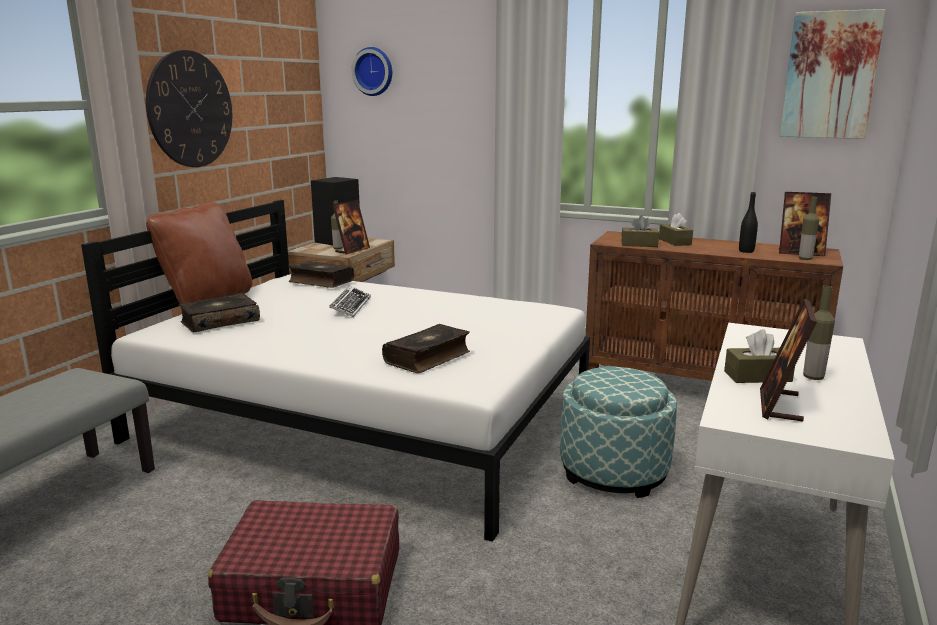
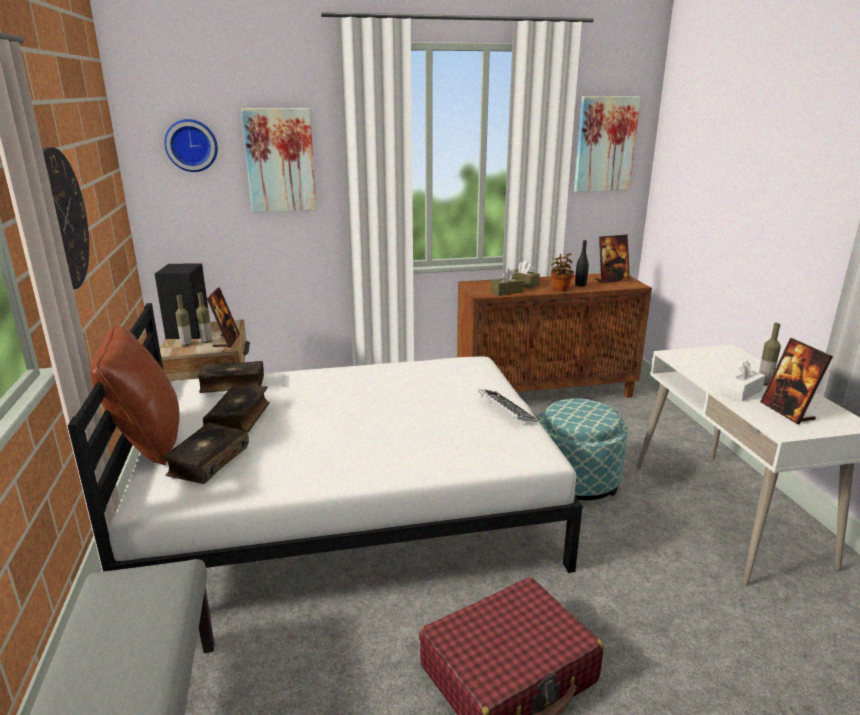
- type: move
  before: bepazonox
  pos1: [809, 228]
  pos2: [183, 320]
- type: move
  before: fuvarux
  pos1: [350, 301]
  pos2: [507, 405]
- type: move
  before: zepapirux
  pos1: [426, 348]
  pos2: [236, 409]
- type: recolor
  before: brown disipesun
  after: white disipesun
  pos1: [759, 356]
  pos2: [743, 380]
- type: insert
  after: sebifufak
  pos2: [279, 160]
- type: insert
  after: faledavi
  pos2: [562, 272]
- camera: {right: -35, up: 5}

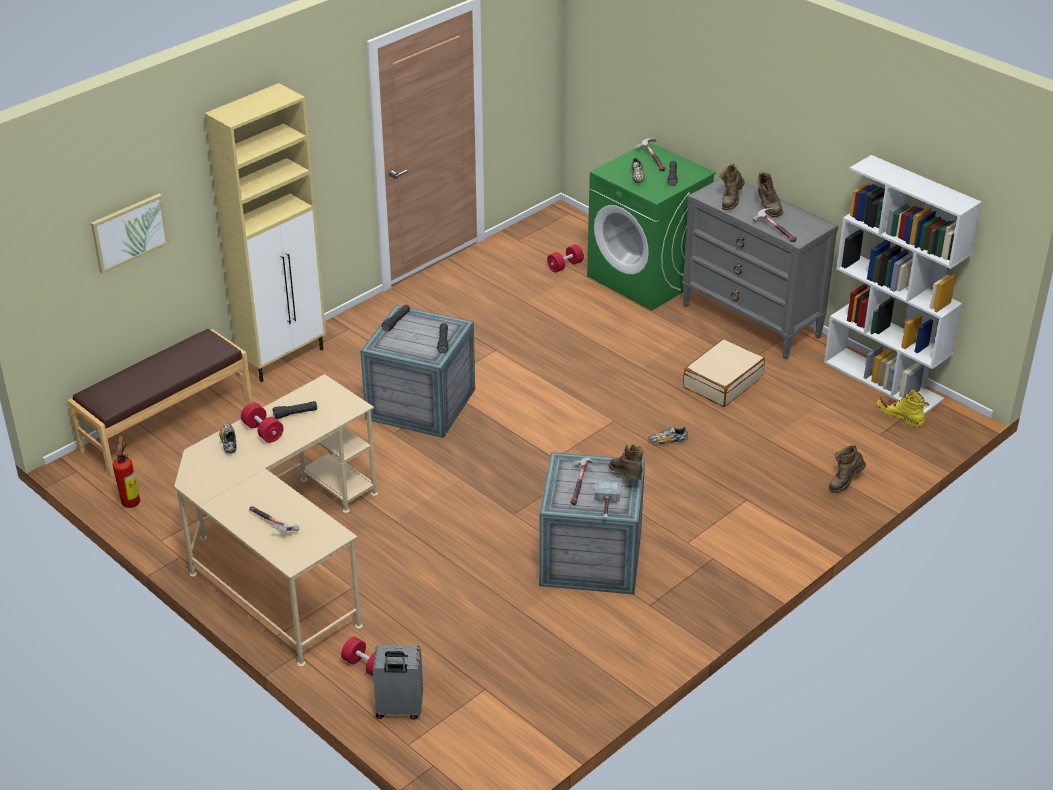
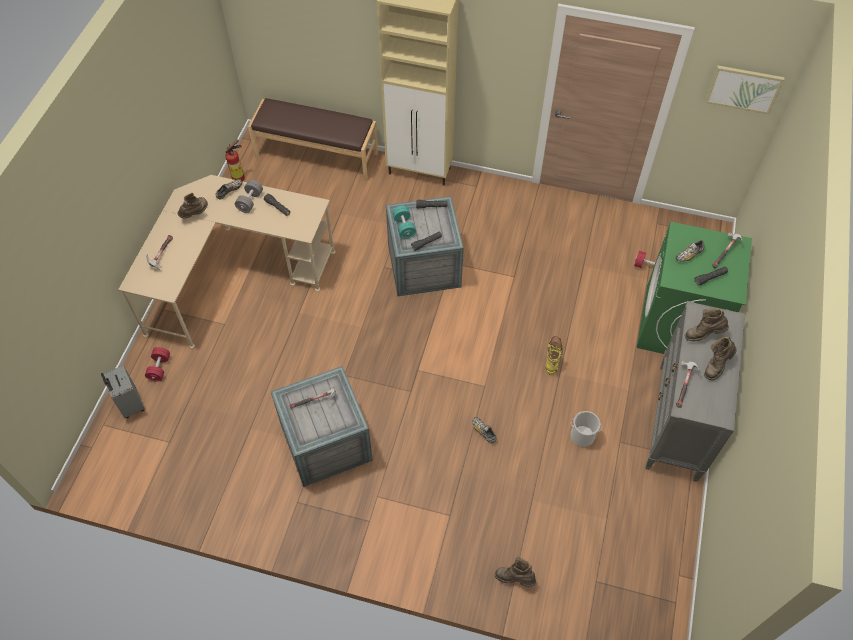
- type: delete
  before: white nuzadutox
  pos1: [903, 284]
- type: move
  before: sebifufak
  pos1: [130, 233]
  pos2: [744, 90]
- type: replace
  before: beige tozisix
  after: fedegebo
  pos1: [724, 373]
  pos2: [586, 429]
- type: move
  before: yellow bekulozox
  pos1: [903, 408]
  pos2: [554, 355]
- type: recolor
  before: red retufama
  after: grey retufama
  pos1: [262, 423]
  pos2: [249, 196]
- type: move
  before: brown bekulozox
  pos1: [626, 462]
  pos2: [192, 206]
- type: delete
  before: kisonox
  pos1: [608, 500]
- type: insert
  after: turquoise retufama
  pos2: [404, 222]
- camera: {right: 60, up: 20}

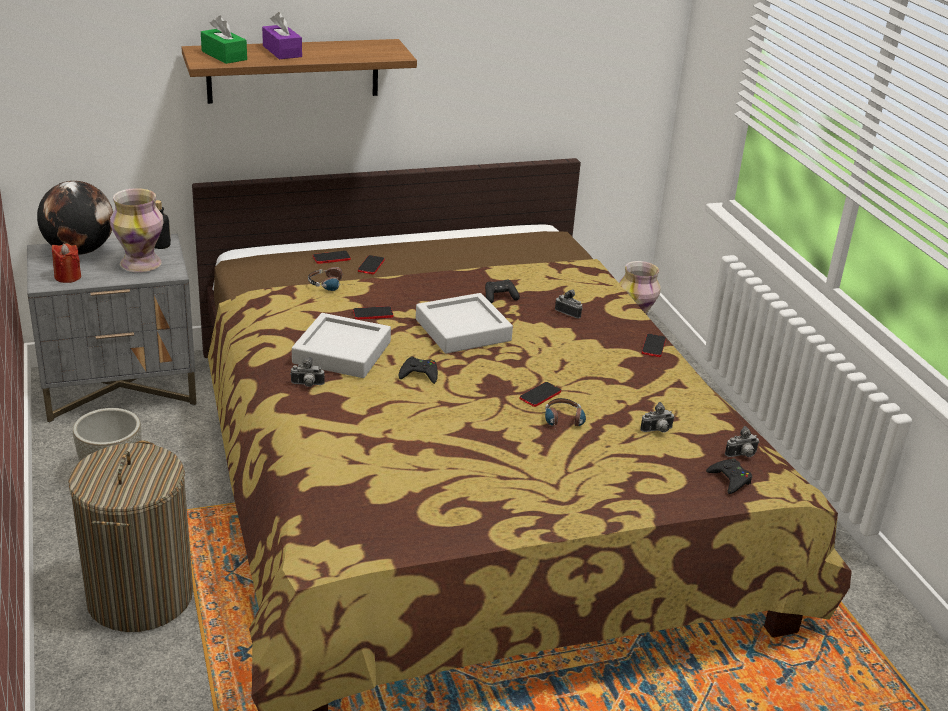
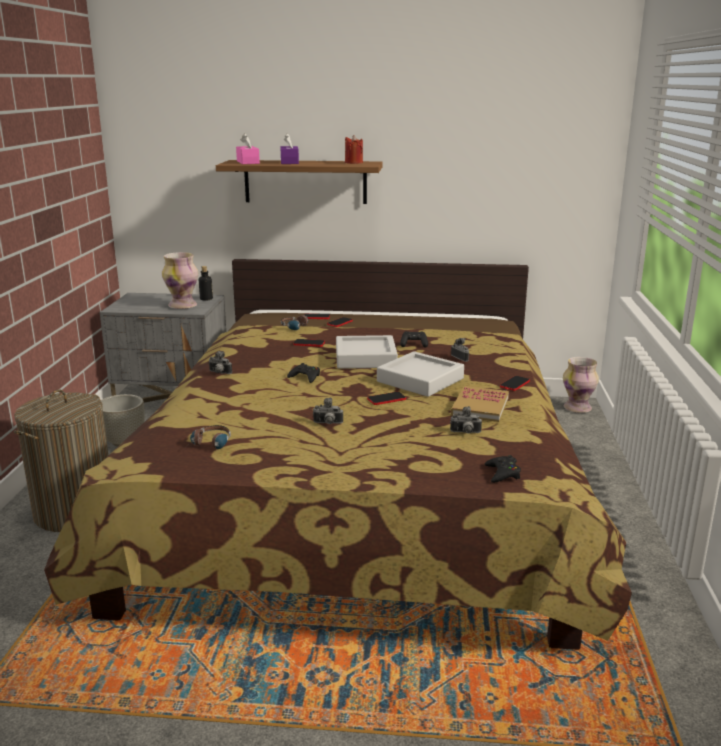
- type: recolor
  before: green disipesun
  after: pink disipesun
  pos1: [224, 40]
  pos2: [248, 148]
- type: delete
  before: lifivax
  pos1: [75, 218]
- type: move
  before: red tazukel
  pos1: [66, 263]
  pos2: [354, 149]
- type: move
  before: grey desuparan
  pos1: [341, 345]
  pos2: [420, 374]
- type: move
  before: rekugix
  pos1: [565, 415]
  pos2: [209, 437]
- type: move
  before: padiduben
  pos1: [742, 441]
  pos2: [328, 411]
- type: insert
  after: zepapirux
  pos2: [480, 404]
- camera: {right: 25, up: -10}

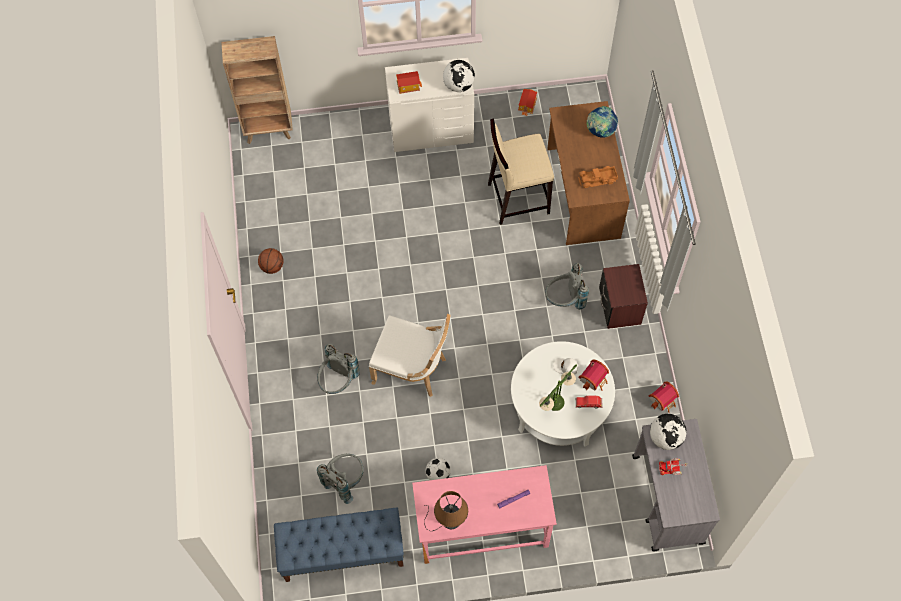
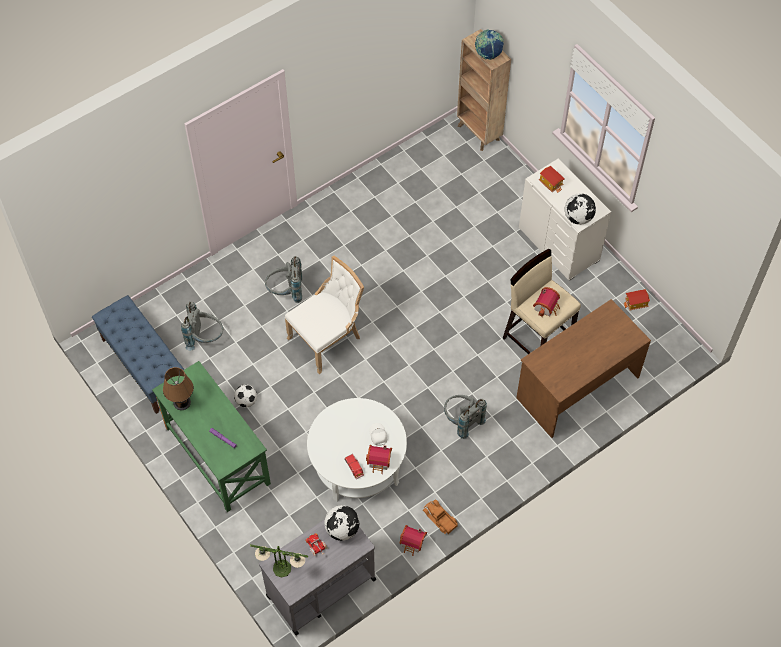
- type: move
  before: lifivax
  pos1: [602, 122]
  pos2: [489, 44]
- type: move
  before: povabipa
  pos1: [598, 177]
  pos2: [440, 516]
- type: delete
  before: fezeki
  pos1: [271, 261]
- type: delete
  before: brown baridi
  pos1: [623, 296]
- type: rotate
  before: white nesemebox
  pos1: [410, 355]
  pos2: [324, 315]
  turn: -120
- type: move
  before: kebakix
  pos1: [558, 387]
  pos2: [279, 561]
- type: recolor
  before: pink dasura
  after: green dasura
  pos1: [484, 514]
  pos2: [211, 436]
- type: insert
  after: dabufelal
  pos2: [546, 302]
- camera: {right: 60, up: -5}

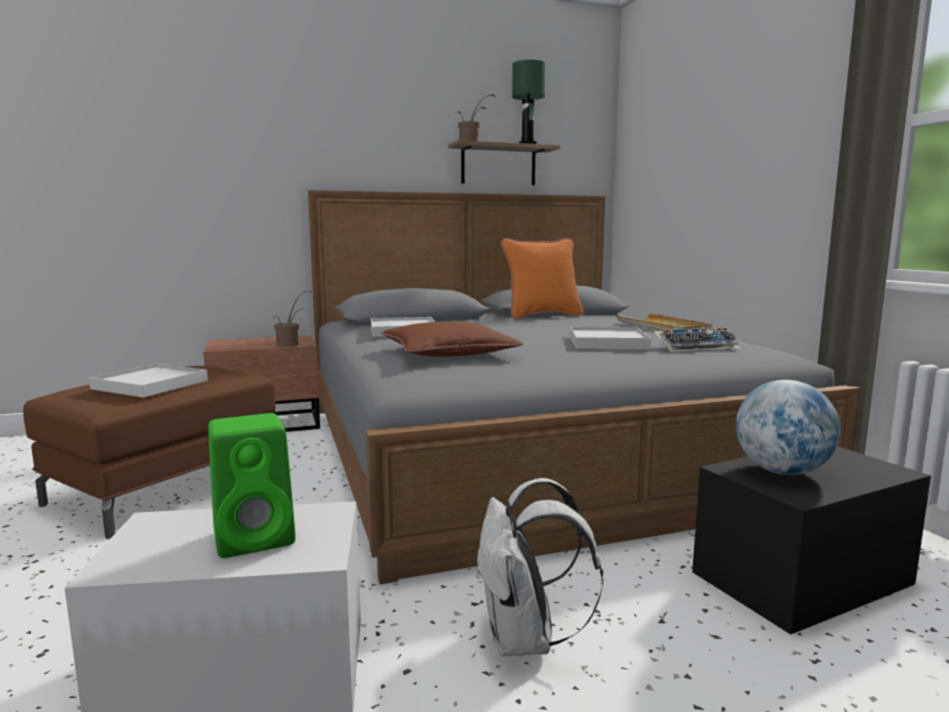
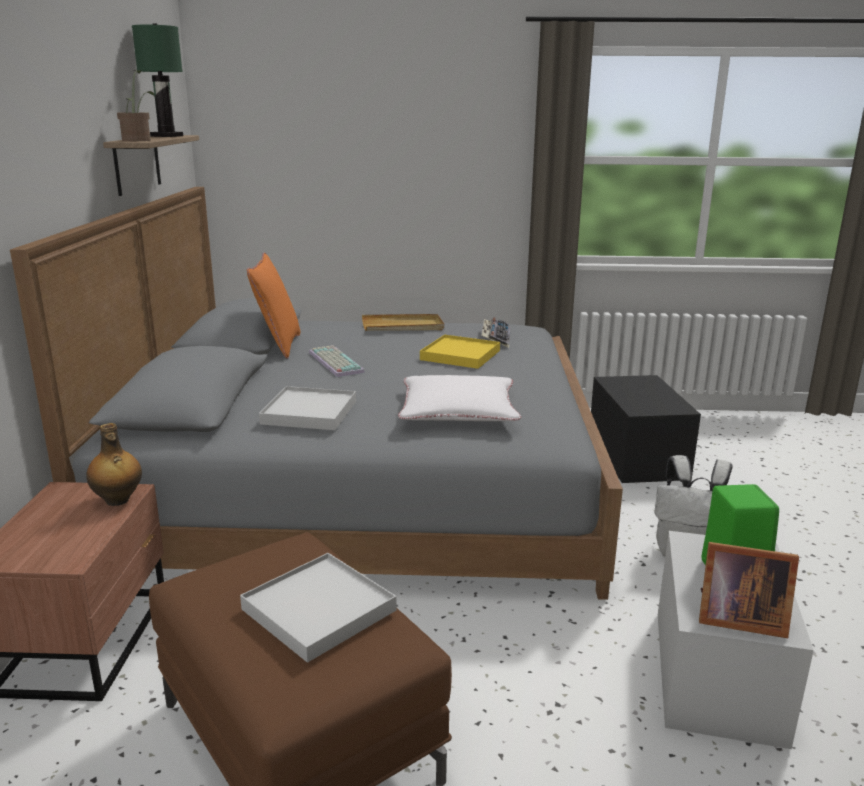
- type: replace
  before: faledavi
  after: bepazonox
  pos1: [292, 319]
  pos2: [114, 464]
- type: recolor
  before: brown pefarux
  after: white pefarux
  pos1: [452, 339]
  pos2: [459, 398]
- type: recolor
  before: white desuparan
  after: yellow desuparan
  pos1: [610, 338]
  pos2: [460, 351]
- type: delete
  before: lifivax
  pos1: [788, 427]
- type: insert
  after: fuvarux
  pos2: [337, 361]
- type: insert
  after: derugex
  pos2: [749, 590]
- camera: {right: -70, up: 10}

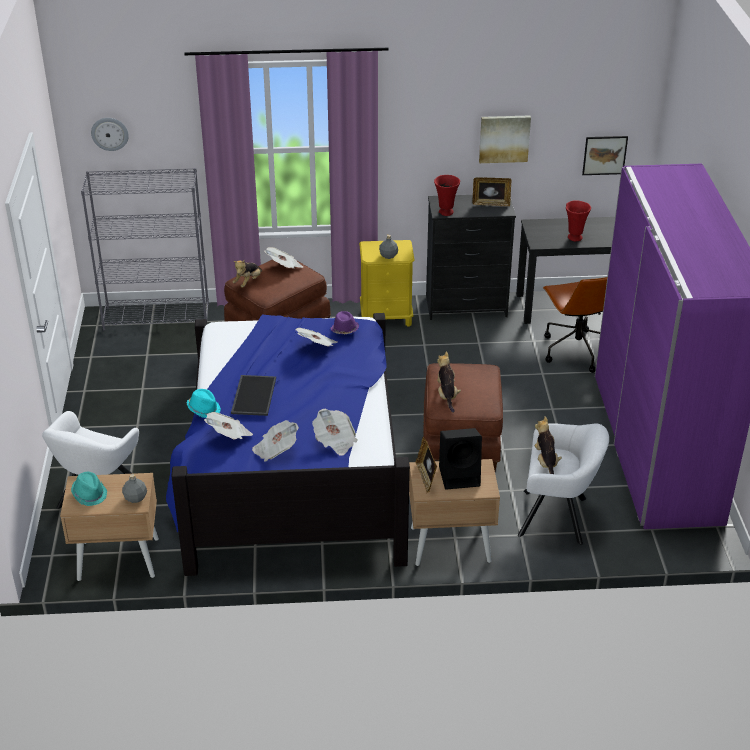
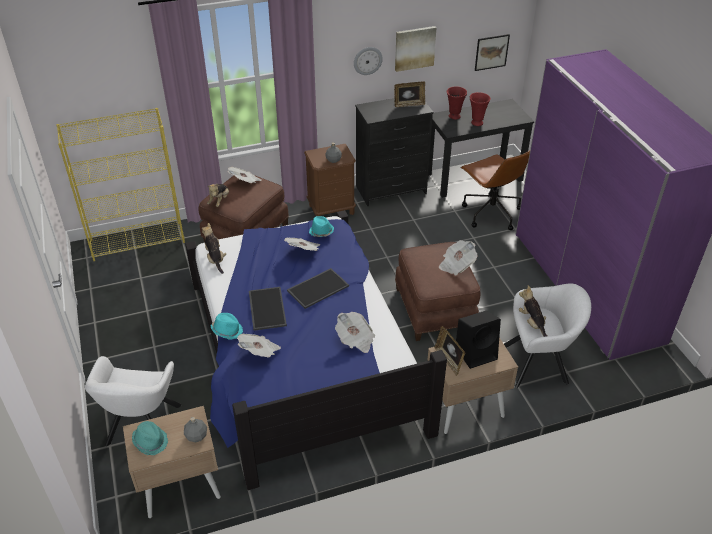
- type: move
  before: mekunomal
  pos1: [110, 134]
  pos2: [368, 61]
- type: recolor
  before: grey nuzadutox
  after: yellow nuzadutox
  pos1: [145, 249]
  pos2: [121, 184]
- type: move
  before: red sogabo
  pos1: [447, 195]
  pos2: [457, 103]
- type: recolor
  before: yellow baridi
  after: brown baridi
  pos1: [387, 283]
  pos2: [330, 180]
- type: recolor
  before: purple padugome
  after: turquoise padugome
  pos1: [344, 322]
  pos2: [321, 226]
- type: move
  before: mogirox
  pos1: [449, 382]
  pos2: [214, 248]
- type: move
  before: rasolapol
  pos1: [275, 441]
  pos2: [458, 257]
- type: insert
  after: desuparan
  pos2: [318, 288]
- camera: {right: -15, up: 5}

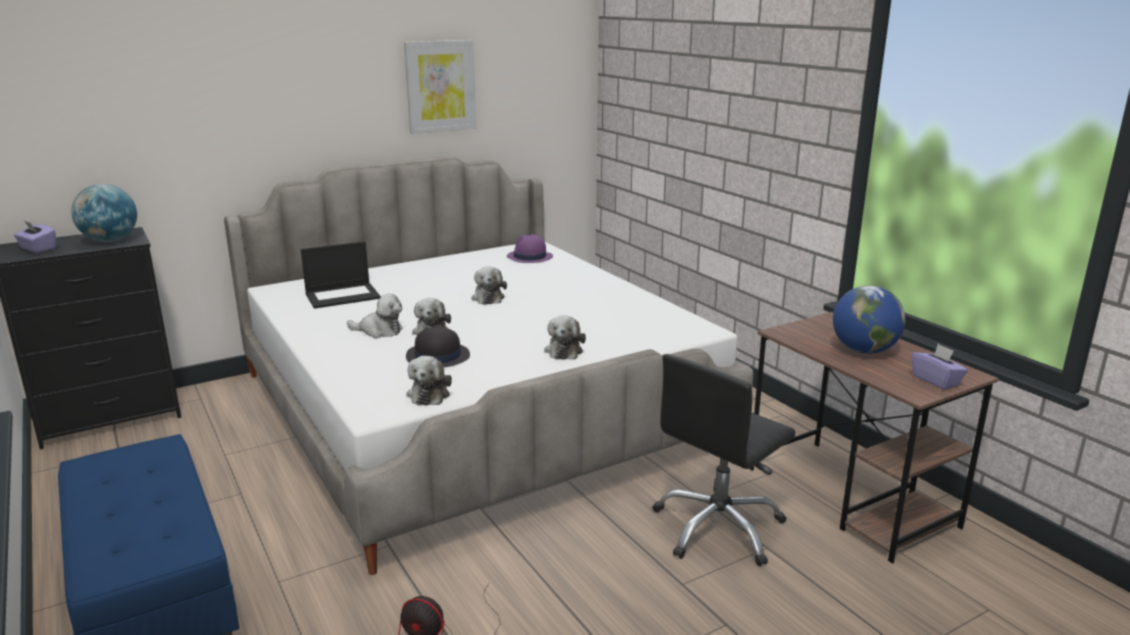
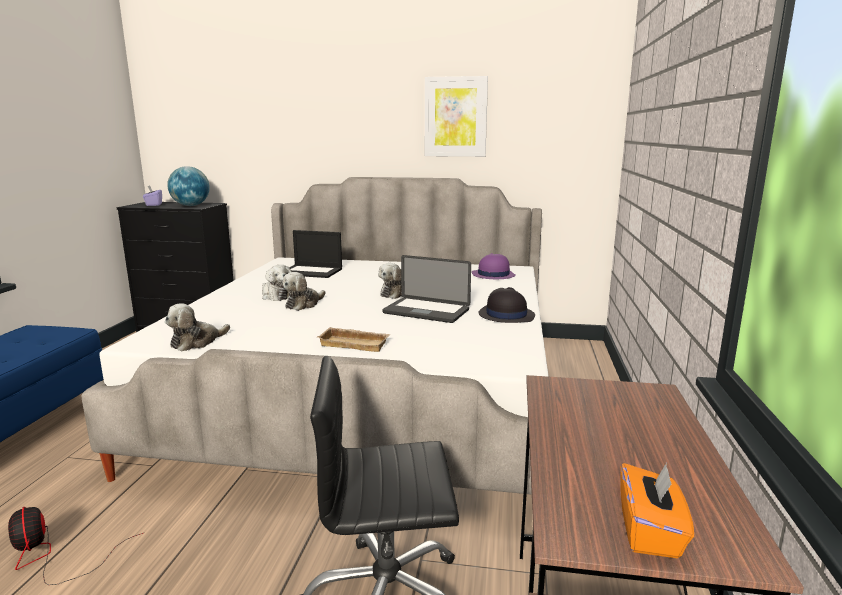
- type: delete
  before: lifivax
  pos1: [869, 319]
- type: replace
  before: mogirox
  after: beige desuparan
  pos1: [565, 337]
  pos2: [353, 339]
- type: move
  before: black padugome
  pos1: [438, 346]
  pos2: [506, 305]
- type: recolor
  before: purple disipesun
  after: orange disipesun
  pos1: [940, 367]
  pos2: [657, 510]
- type: insert
  after: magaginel
  pos2: [426, 289]
- camera: {right: 40, up: -5}

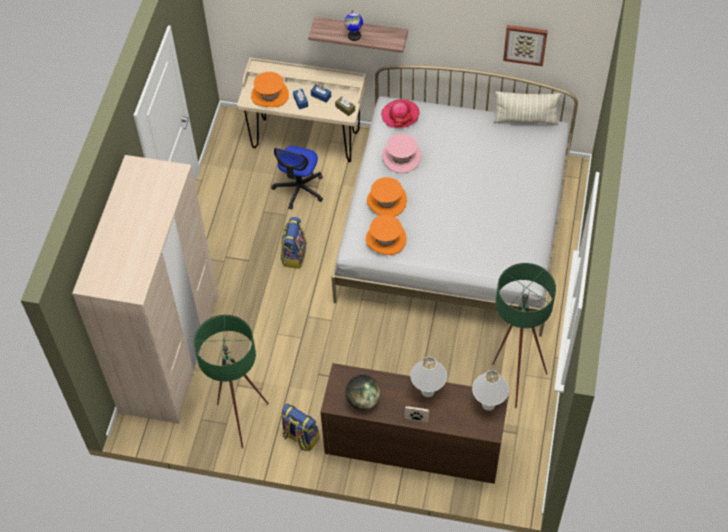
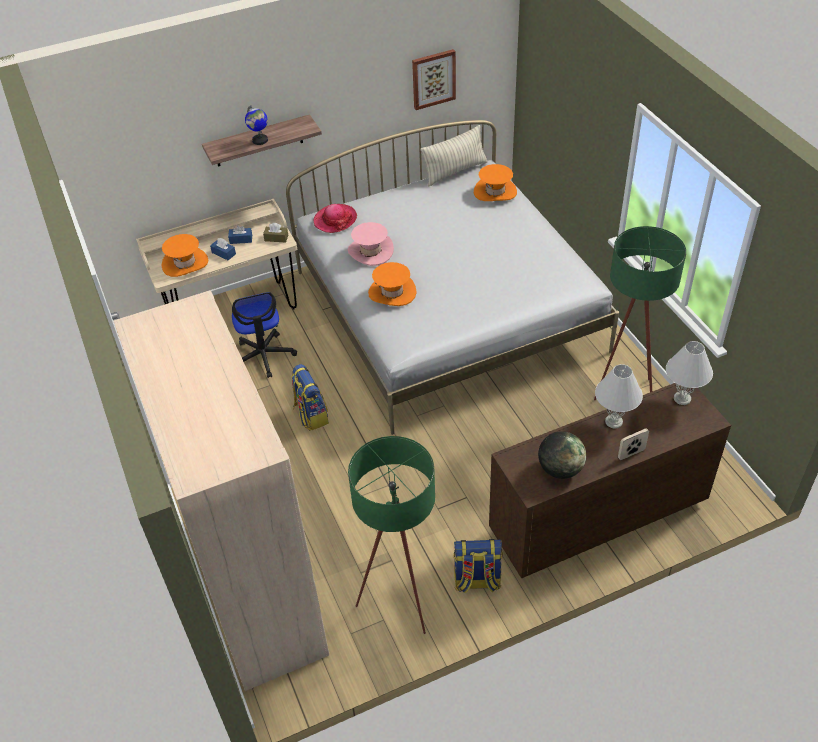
- type: move
  before: orange padugome
  pos1: [386, 235]
  pos2: [495, 182]
- camera: {right: -35, up: -10}

